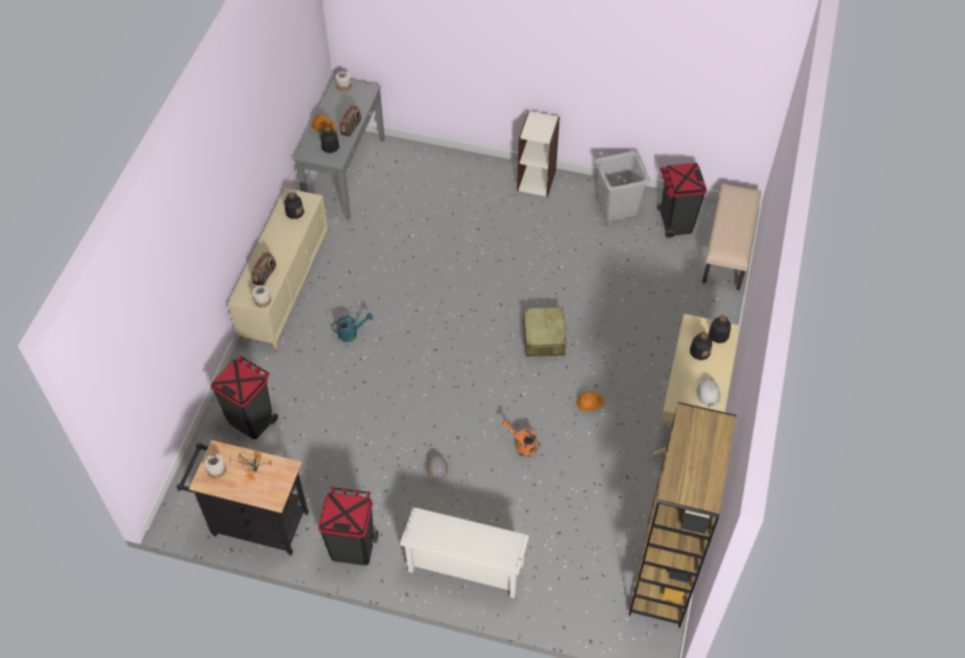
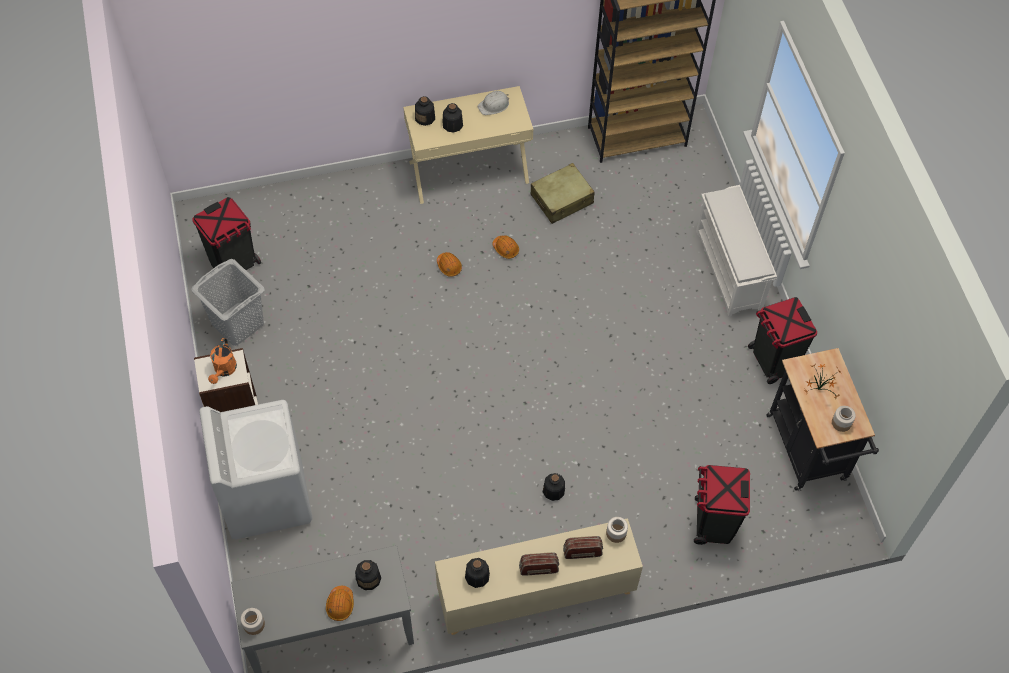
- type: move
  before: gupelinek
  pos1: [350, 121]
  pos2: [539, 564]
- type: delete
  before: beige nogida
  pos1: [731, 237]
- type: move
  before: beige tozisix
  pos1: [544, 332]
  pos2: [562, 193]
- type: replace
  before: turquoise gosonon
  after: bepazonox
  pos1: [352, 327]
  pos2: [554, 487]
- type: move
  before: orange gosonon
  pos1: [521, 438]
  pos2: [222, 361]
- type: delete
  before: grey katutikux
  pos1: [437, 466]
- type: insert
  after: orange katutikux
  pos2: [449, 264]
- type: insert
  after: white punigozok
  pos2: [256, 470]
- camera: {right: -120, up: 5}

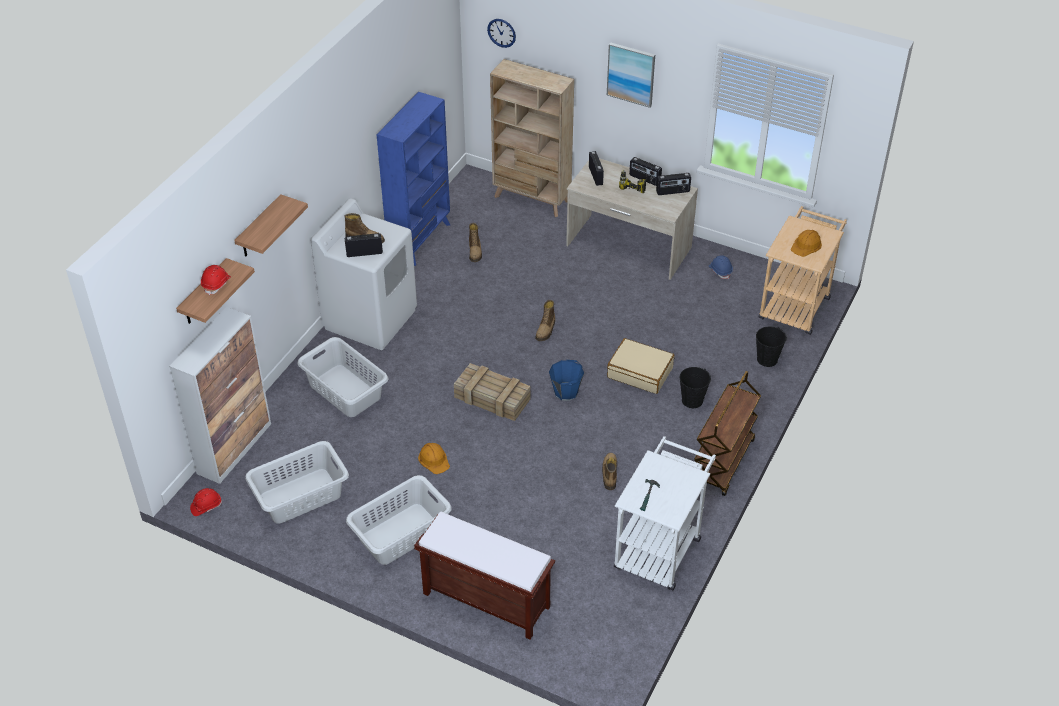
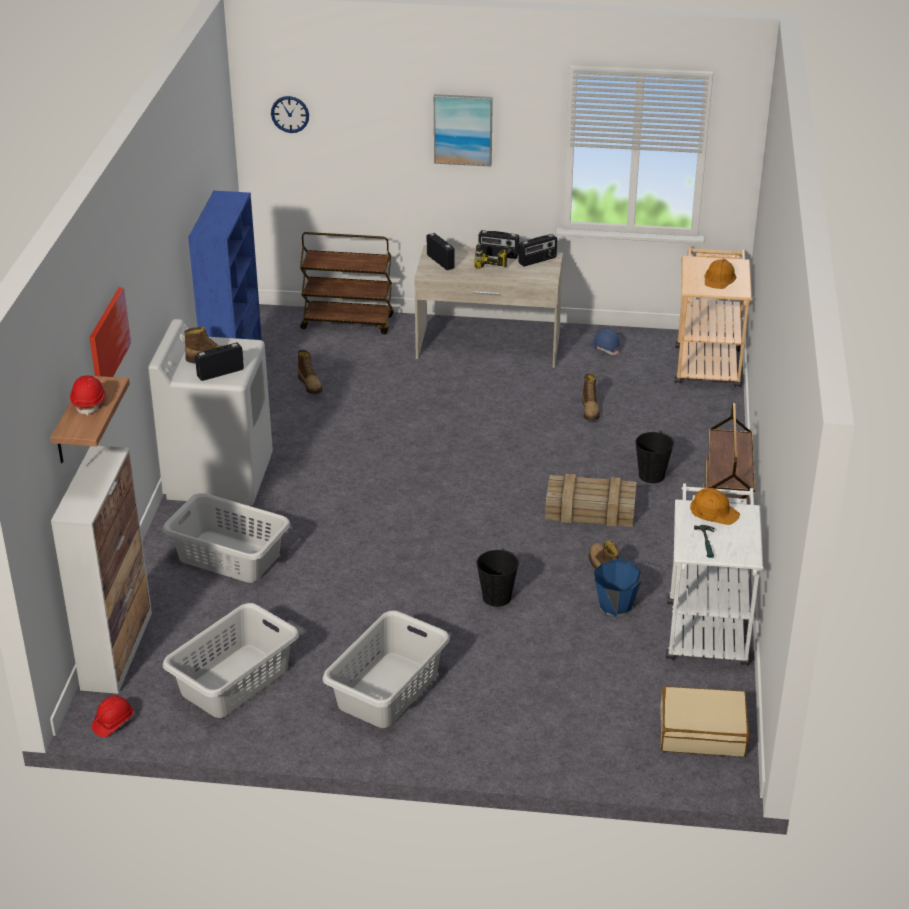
- type: replace
  before: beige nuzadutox
  after: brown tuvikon
  pos1: [532, 138]
  pos2: [347, 283]
- type: replace
  before: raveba
  after: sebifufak
  pos1: [271, 225]
  pos2: [110, 332]
- type: move
  before: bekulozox
  pos1: [545, 320]
  pos2: [591, 397]
- type: move
  before: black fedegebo
  pos1: [771, 347]
  pos2: [498, 577]
- type: move
  before: beige tozisix
  pos1: [641, 366]
  pos2: [704, 721]
- type: move
  before: blue fedegebo
  pos1: [566, 380]
  pos2: [617, 587]
- type: move
  before: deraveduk
  pos1: [492, 392]
  pos2: [590, 500]
- type: move
  before: orange katutikux
  pos1: [434, 458]
  pos2: [715, 506]
- type: delete
  before: brown nogida
  pos1: [484, 576]
- camera: {right: -20, up: -10}

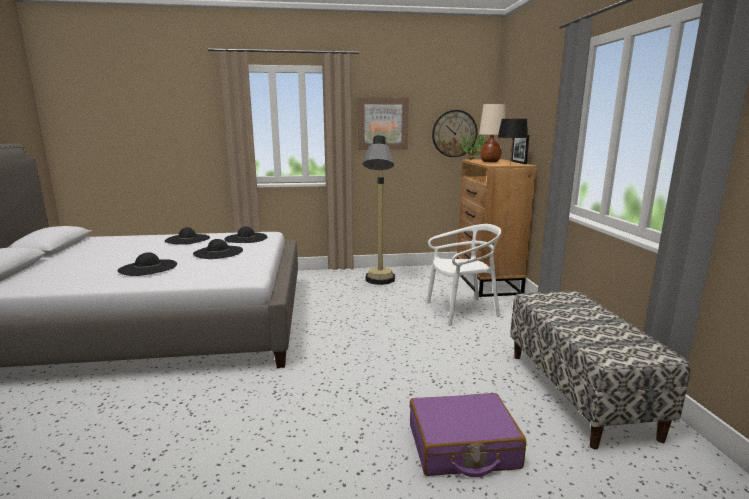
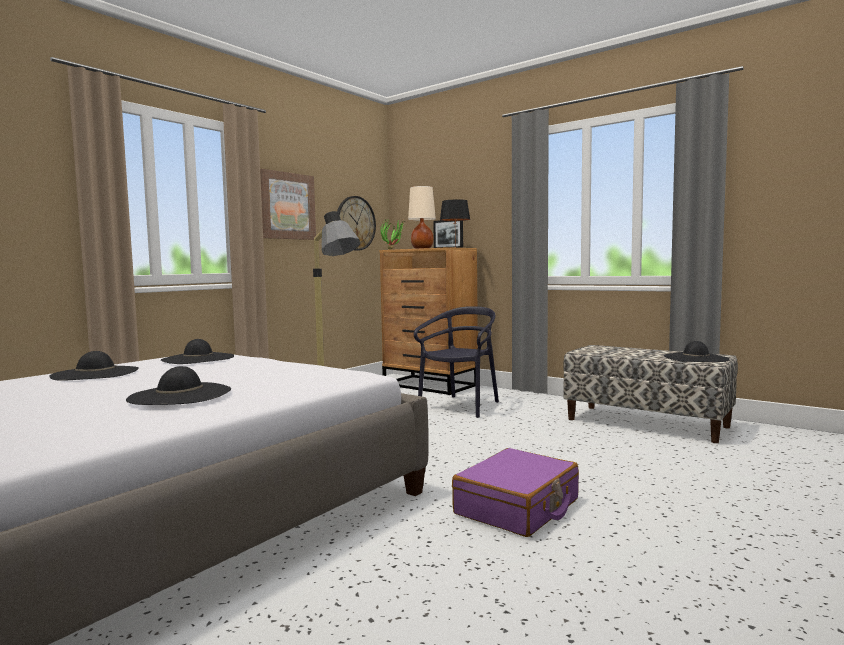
- type: recolor
  before: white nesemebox
  after: black nesemebox
  pos1: [463, 275]
  pos2: [456, 362]
- type: move
  before: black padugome
  pos1: [218, 249]
  pos2: [697, 351]
- type: move
  before: purple tozisix
  pos1: [468, 435]
  pos2: [515, 492]
- camera: {right: -45, up: -10}

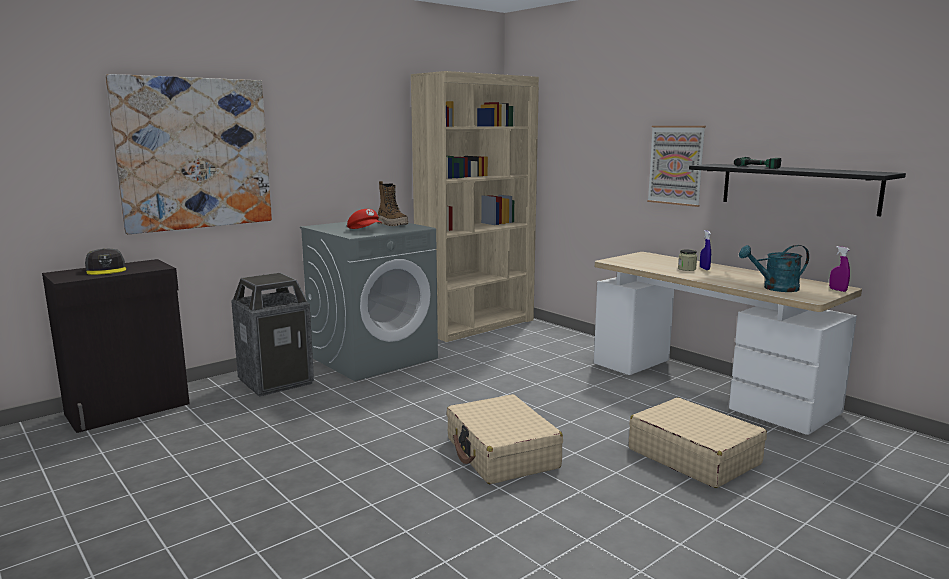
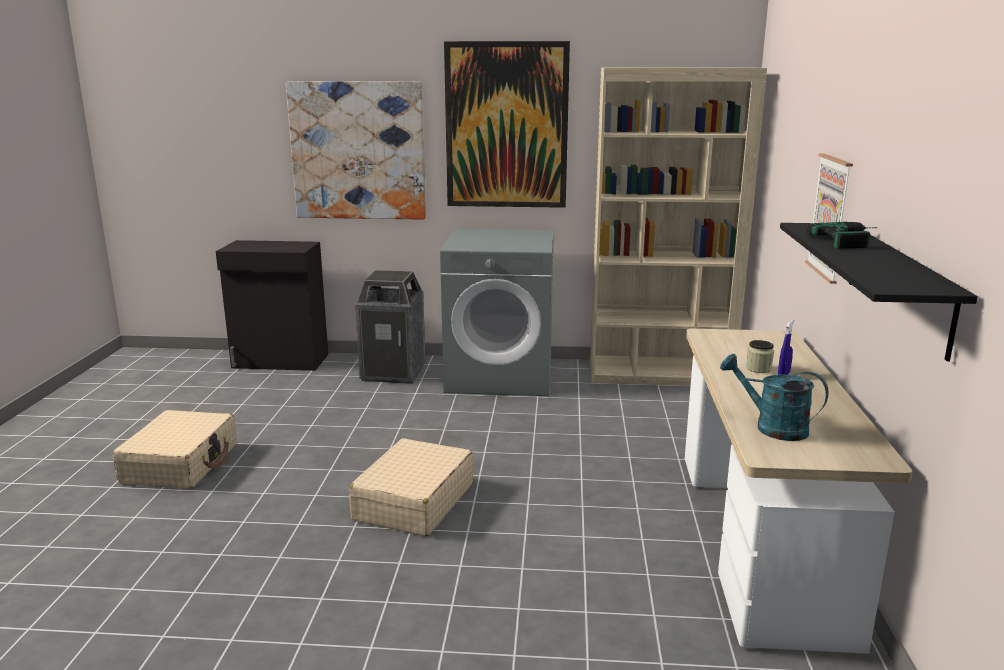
- type: delete
  before: bekulozox
  pos1: [392, 203]
- type: delete
  before: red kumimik
  pos1: [364, 219]
- type: delete
  before: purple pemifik
  pos1: [839, 269]
- type: delete
  before: grey kumimik
  pos1: [105, 261]
- type: move
  before: beige tozisix
  pos1: [698, 443]
  pos2: [174, 449]
- type: insert
  after: sebifufak
  pos2: [507, 124]
- camera: {right: 45, up: 5}

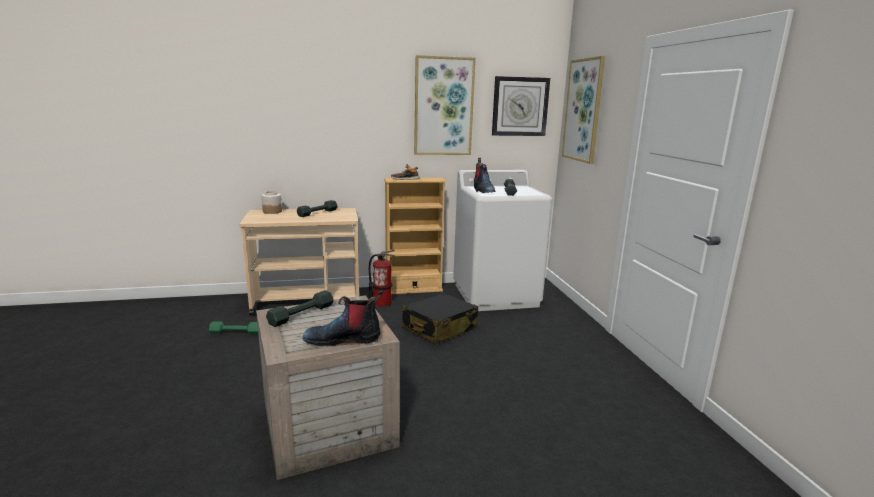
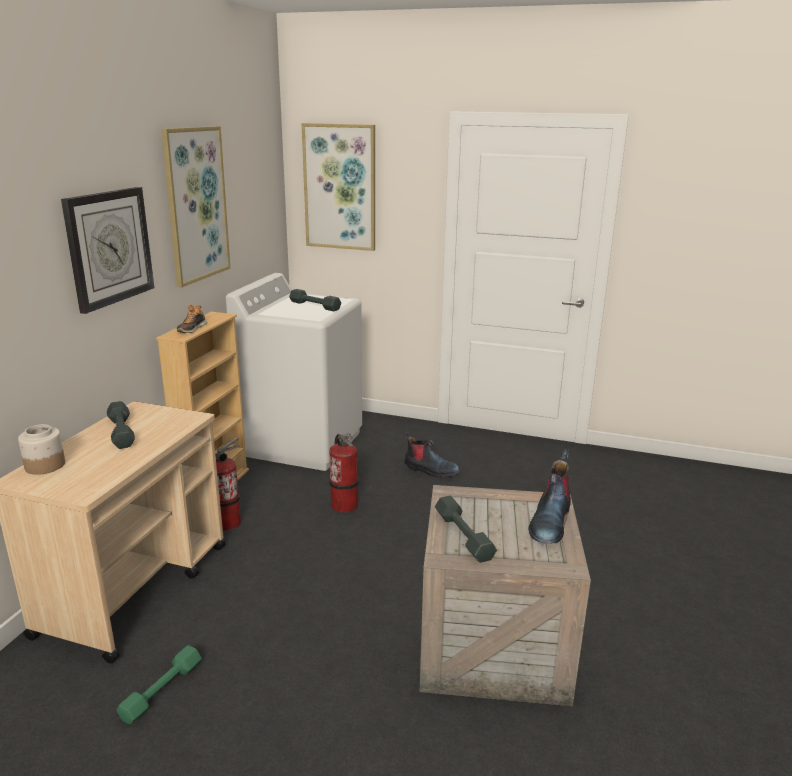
- type: move
  before: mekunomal
  pos1: [521, 106]
  pos2: [107, 250]
- type: move
  before: bekulozox
  pos1: [484, 175]
  pos2: [431, 454]
- type: replace
  before: black tozisix
  after: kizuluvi
  pos1: [440, 318]
  pos2: [344, 473]
- camera: {right: -60, up: 5}

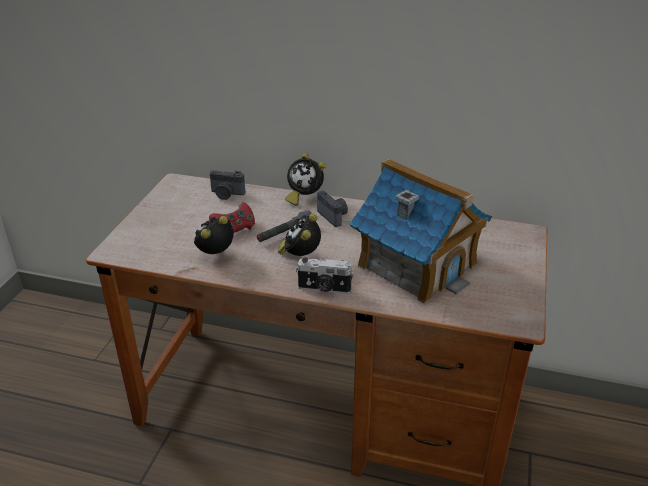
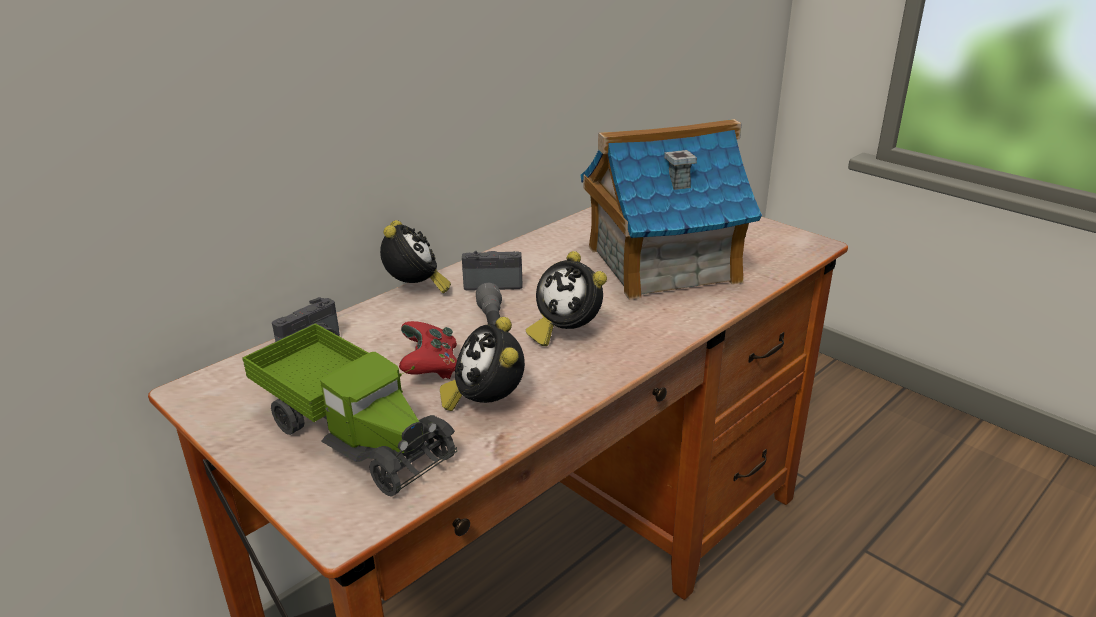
- type: rotate
  before: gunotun
  pos1: [305, 179]
  pos2: [415, 256]
  turn: -60
- type: delete
  before: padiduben
  pos1: [325, 275]
- type: insert
  after: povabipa
  pos2: [349, 410]
- camera: {right: -60, up: -5}

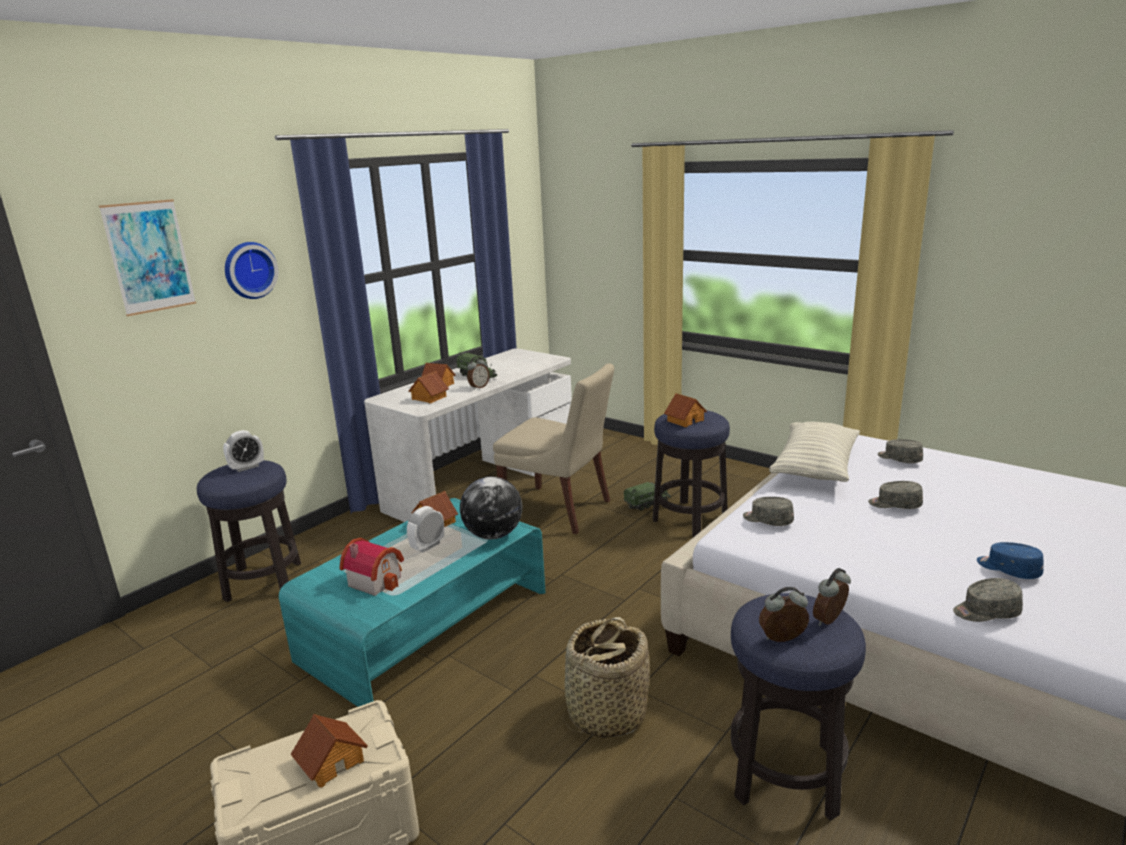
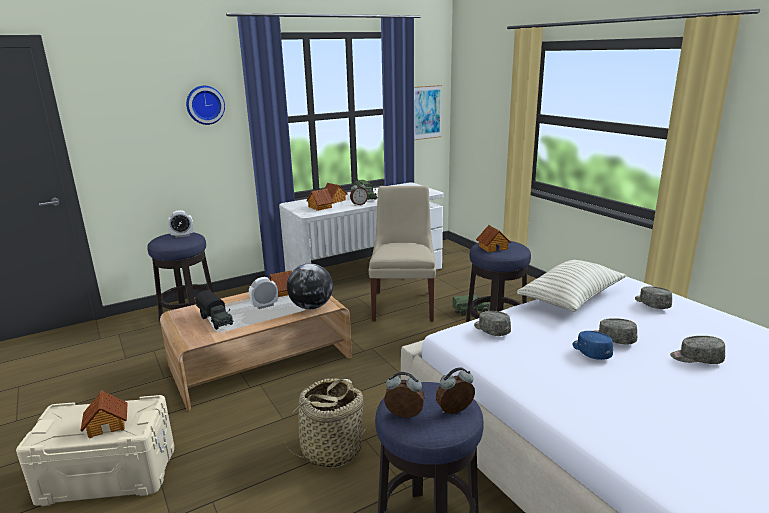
- type: move
  before: sebifufak
  pos1: [147, 257]
  pos2: [428, 112]
- type: rotate
  before: beige nesemebox
  pos1: [553, 448]
  pos2: [402, 254]
  turn: -135
- type: recolor
  before: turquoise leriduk
  after: brown leriduk
  pos1: [412, 602]
  pos2: [256, 351]
- type: replace
  before: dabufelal
  after: povabipa
  pos1: [372, 567]
  pos2: [214, 310]
- type: move
  before: blue kumimik
  pos1: [1010, 560]
  pos2: [593, 345]
- type: move
  before: grey kumimik
  pos1: [988, 600]
  pos2: [697, 350]
- camera: {right: 20, up: 0}

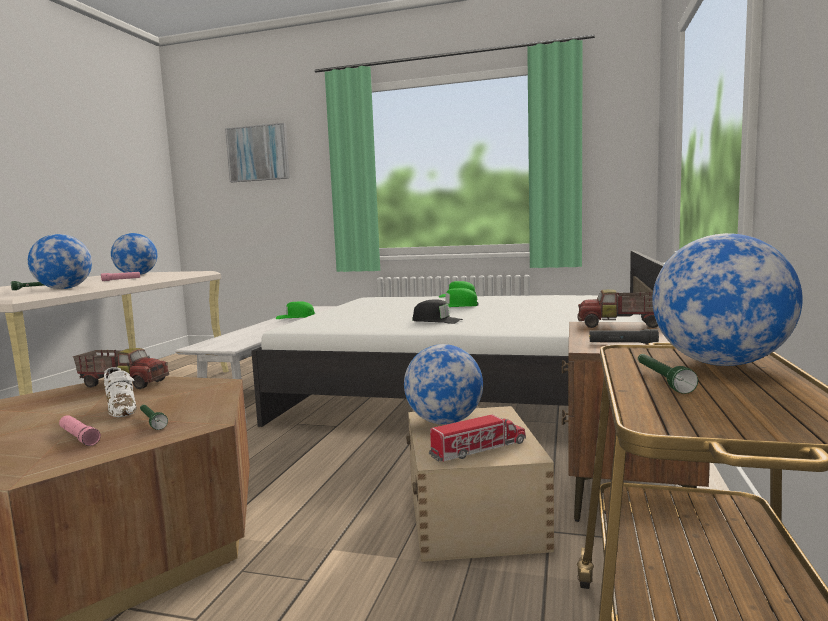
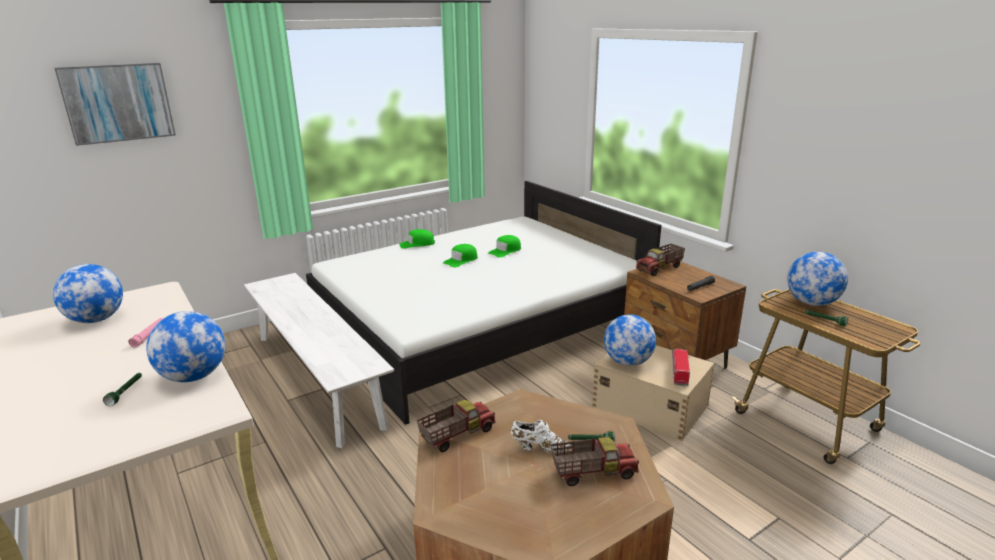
- type: delete
  before: black kumimik
  pos1: [437, 311]
- type: move
  before: green kumimik
  pos1: [295, 310]
  pos2: [504, 246]
- type: replace
  before: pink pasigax
  after: povabipa
  pos1: [80, 430]
  pos2: [594, 461]
- camera: {right: -50, up: 15}

